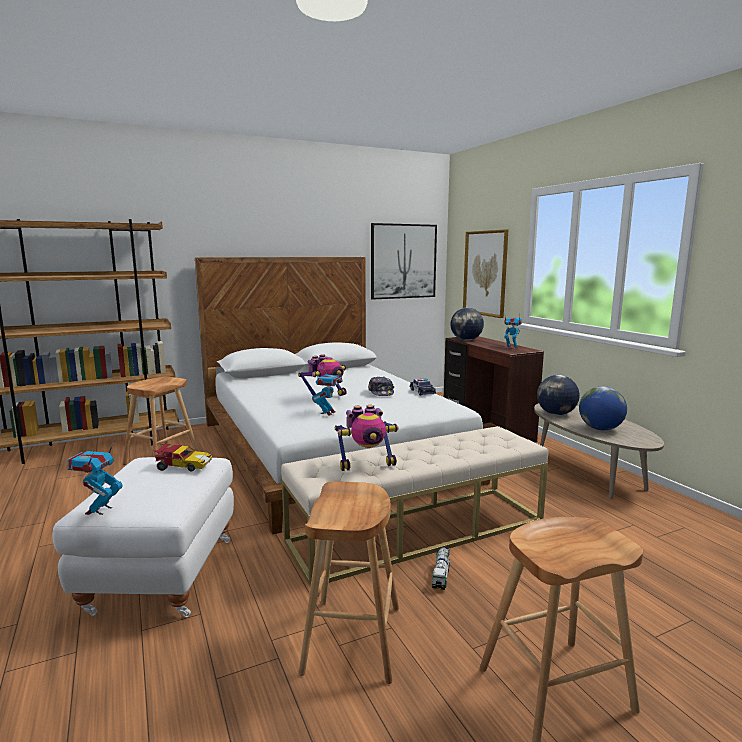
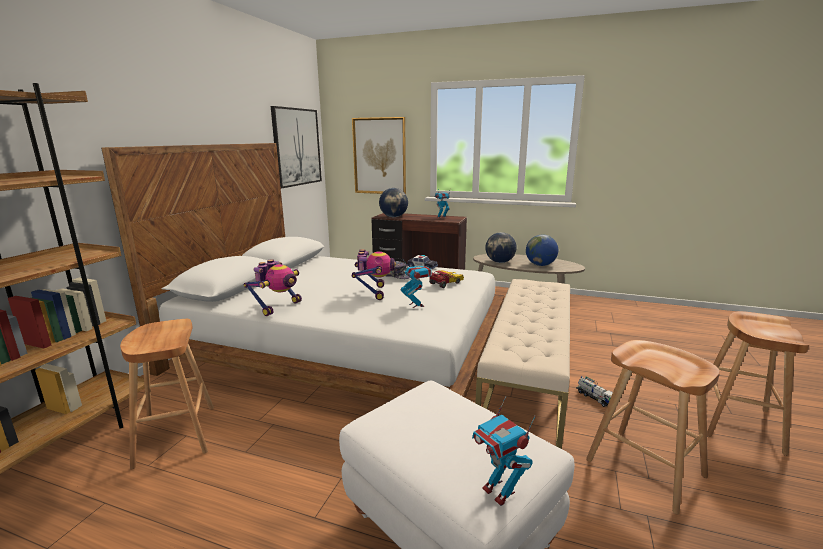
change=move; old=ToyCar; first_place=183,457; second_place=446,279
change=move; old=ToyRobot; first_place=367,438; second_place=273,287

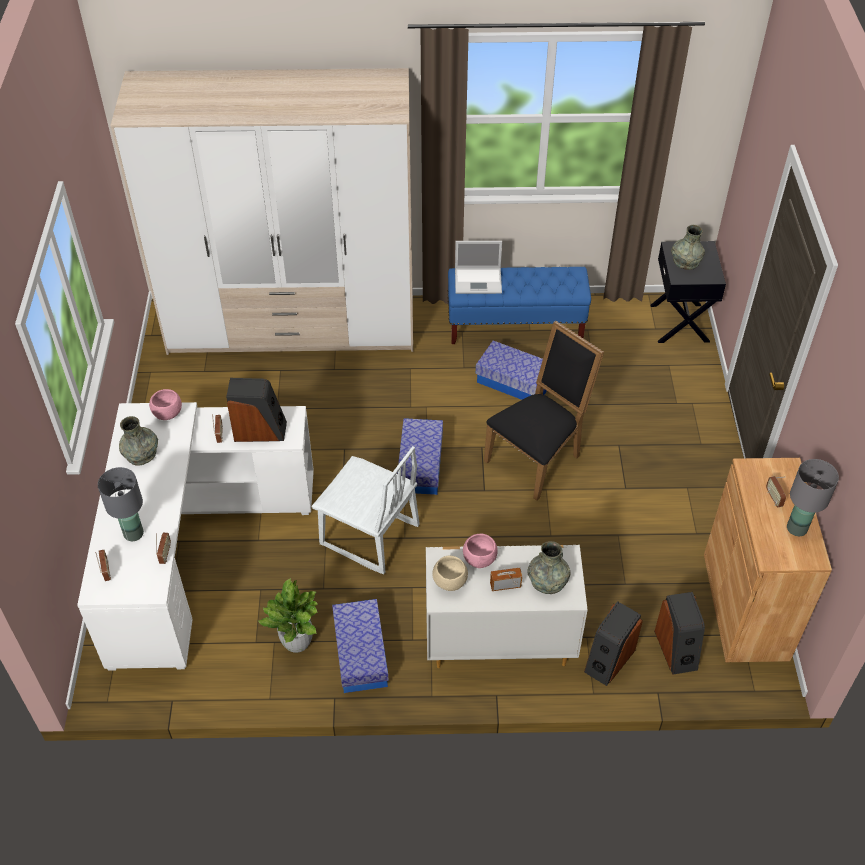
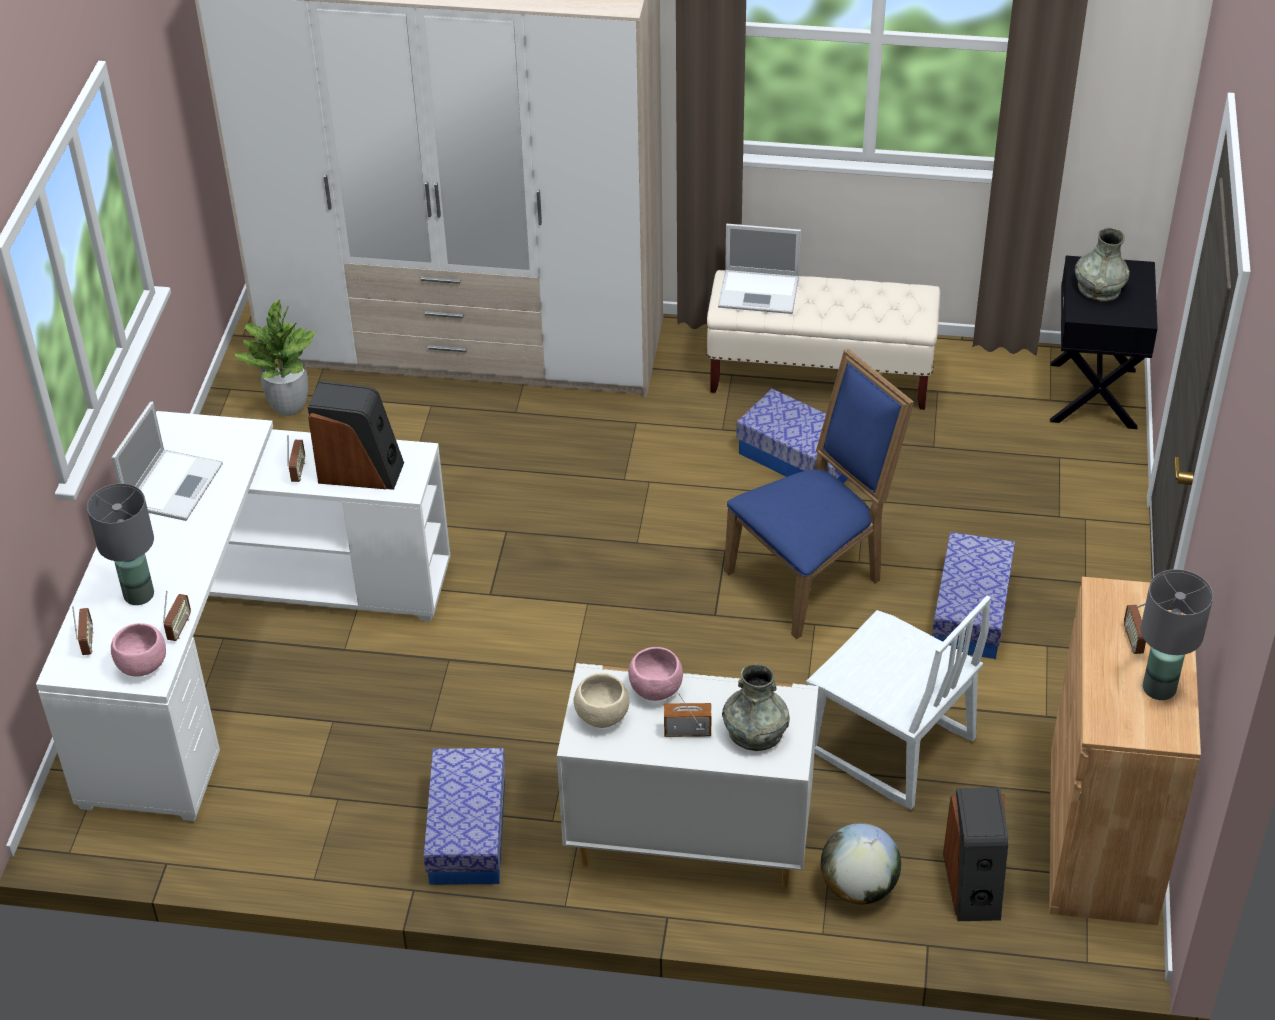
change=move; old=PinkBowl; first_place=165,404; second_place=138,650
change=move; old=PottedPlant; first_place=288,615; second_place=275,357
change=move; old=WhiteChair; first_place=366,510; second_place=898,703
change=move; old=StorageBox; first_place=420,456; second_place=973,595
change=replace; old=GreyVase; new=Laptop; first_place=138,441; second_place=167,461
change=replace; old=Speaker; new=Globe; first_place=613,643; second_place=861,863
change=recolor; old=BlueBench; new=BeigeBench; first_place=519,305; second_place=823,340
change=recolor; old=BlackChair; new=BlueChair; first_place=544,411; second_place=819,494

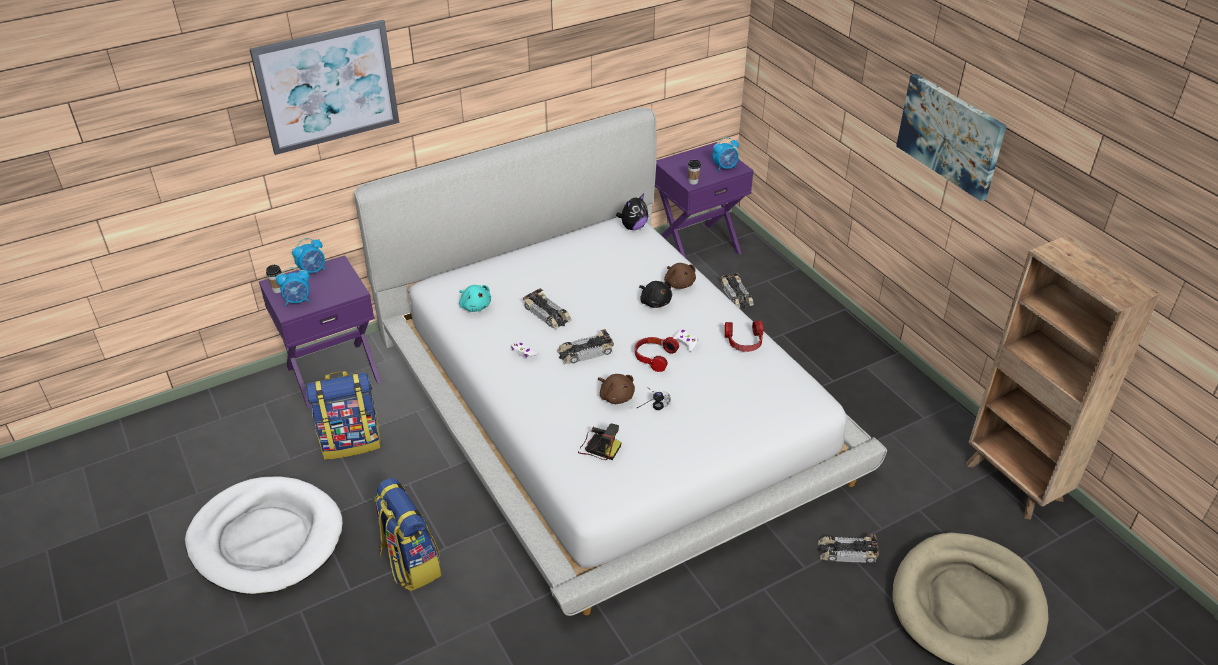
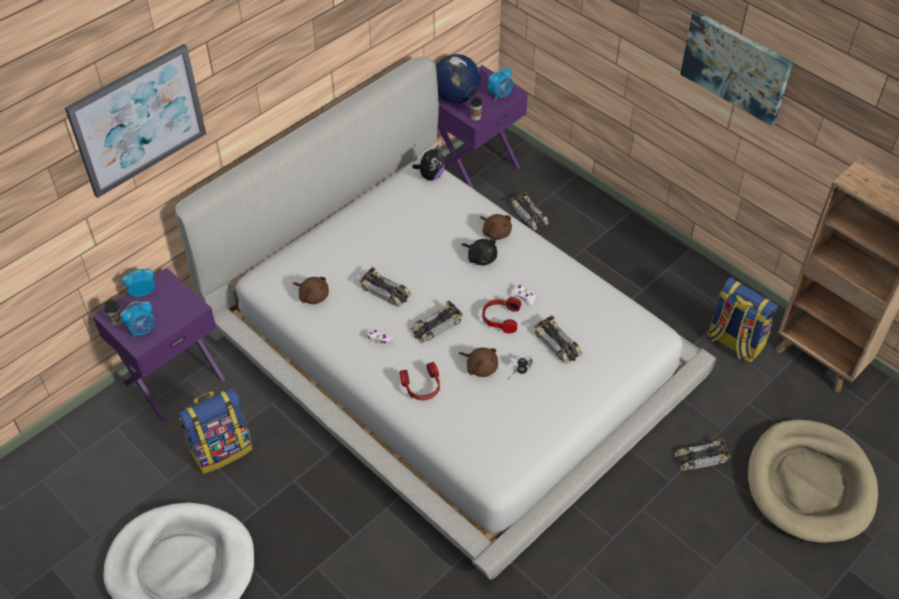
change=delete; old=PhotoCamera; first_place=600,441
change=insert; new=Globe; second_place=458,79
change=insert; new=ToyCar; second_place=558,339
change=move; old=Backpack; first_place=407,534; second_place=742,320
change=move; old=Headphones; first_place=744,336; second_place=420,381
change=recolor; old=TurquoisePlushToy; new=BrownPlushToy; first_place=475,298; second_place=311,290
change=rotate; old=AlarmClock; first_place=308,255; second_place=139,283; degrees=-150

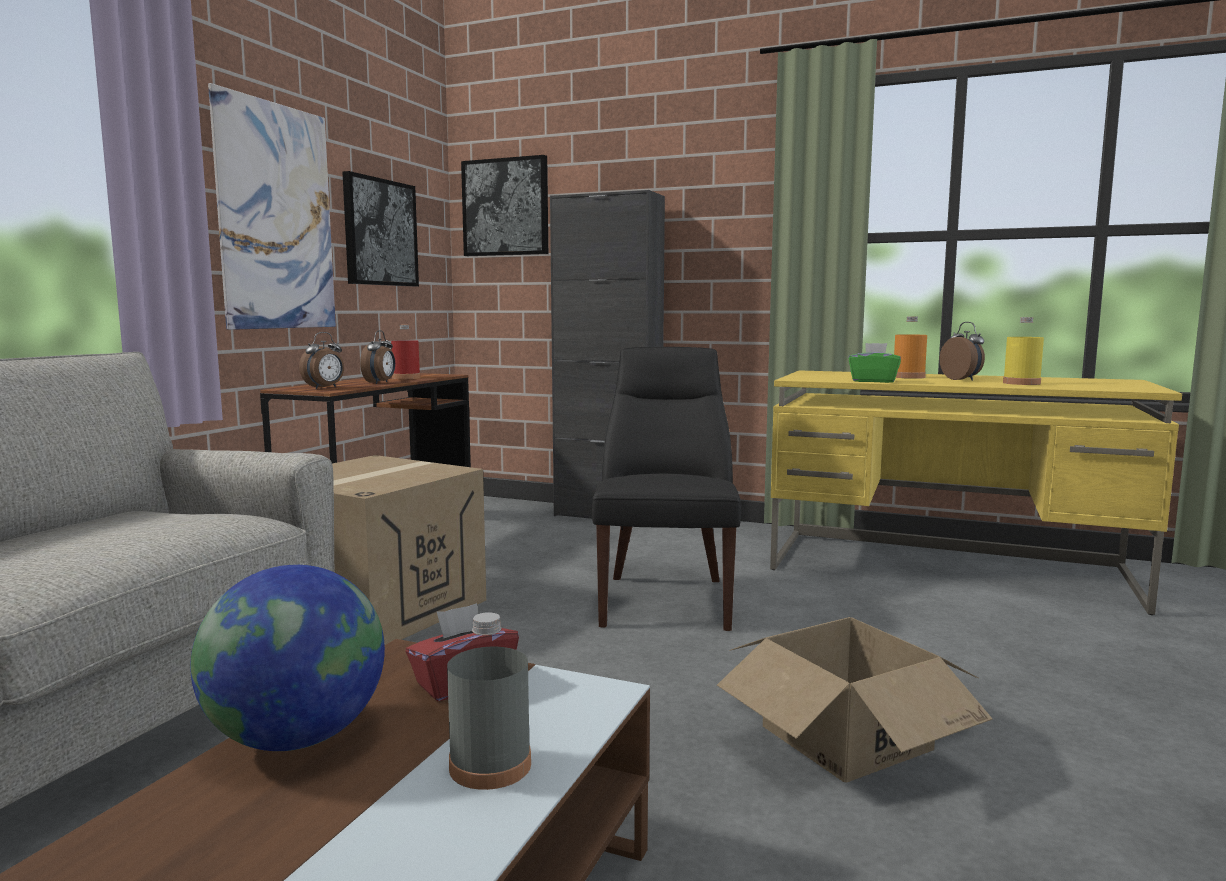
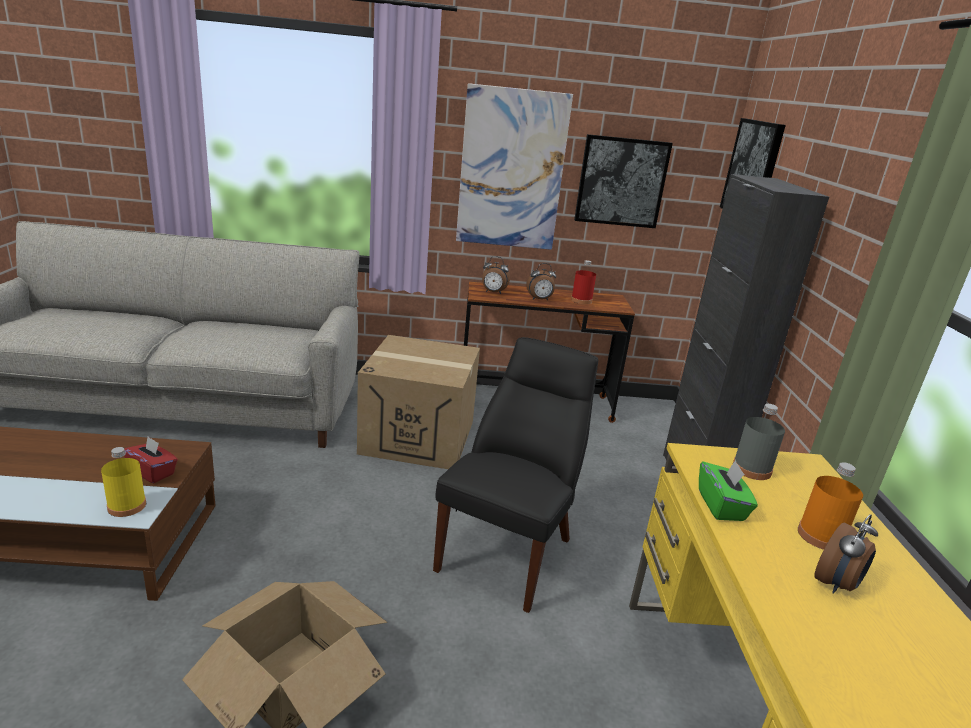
change=delete; old=Globe; first_place=287,658
change=move; old=GreyBottle; first_place=489,701; second_place=759,442
change=move; old=YellowBottle; first_place=1023,351; second_place=123,482
change=rotate; old=BlackChair; first_place=666,489; second_place=515,475; degrees=-45

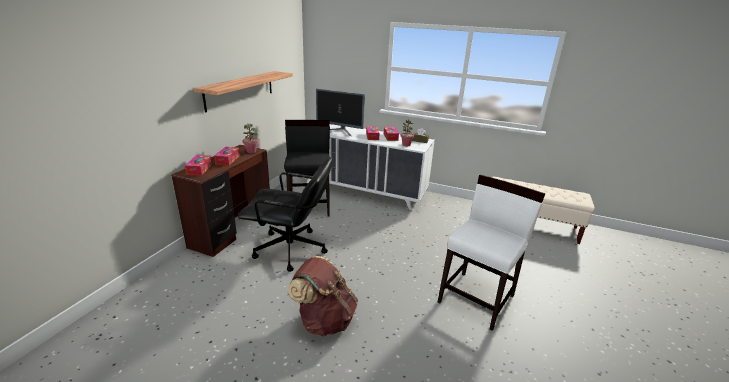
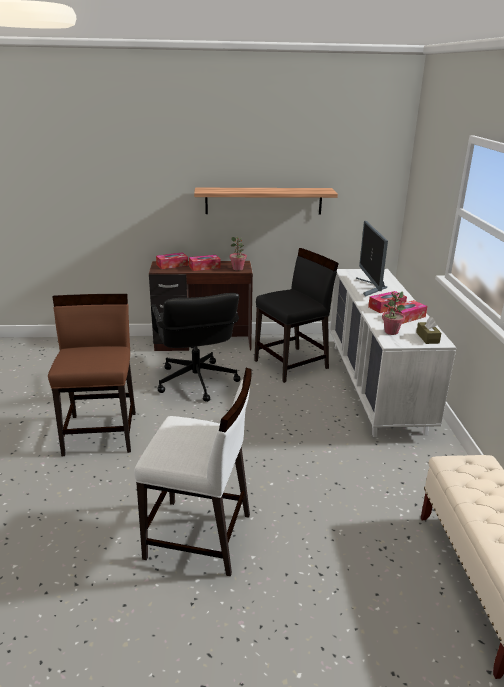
change=replace; old=BrownBackpack; new=BrownChair; first_place=323,296; second_place=92,375

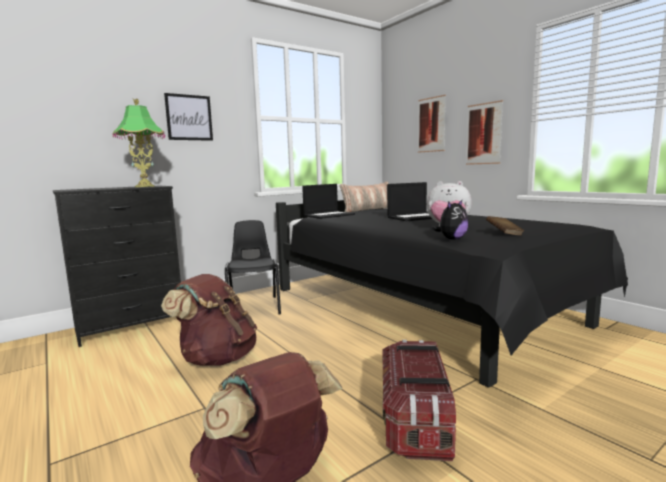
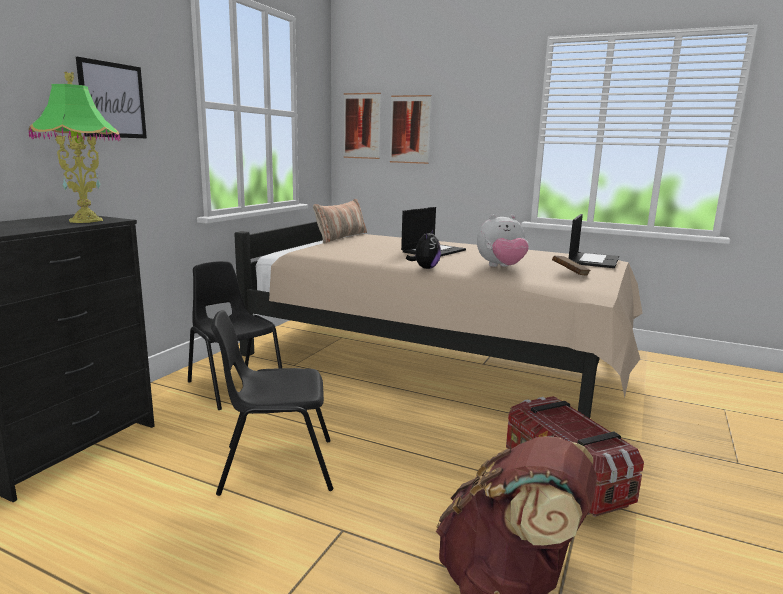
change=move; old=Laptop; first_place=328,201; second_place=593,241
change=move; old=PlushToy; first_place=450,220; second_place=423,249
change=move; old=Picture; first_place=484,132; second_place=362,126
change=replace; old=BrownBackpack; new=BlackChair; first_place=209,320; second_place=272,403
change=recolor; old=BlackBed; new=BeigeBed; first_place=452,294; second_place=438,319

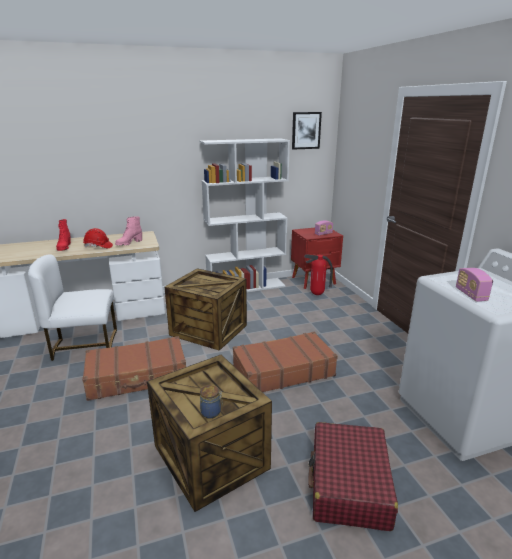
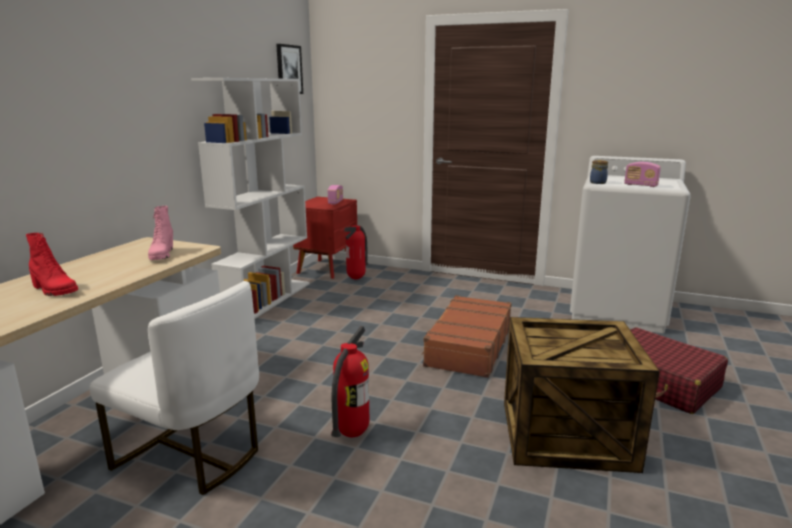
change=delete; old=RedHardHat; first_place=98,238
change=delete; old=Crate; first_place=205,309
change=move; old=Jar; first_place=211,402; second_place=599,172
change=replace; old=BrownSuitcase; new=FireExtinguisher; first_place=134,368; second_place=350,381
change=rotate; old=WhiteChair; first_place=72,308; second_place=174,388; degrees=-90

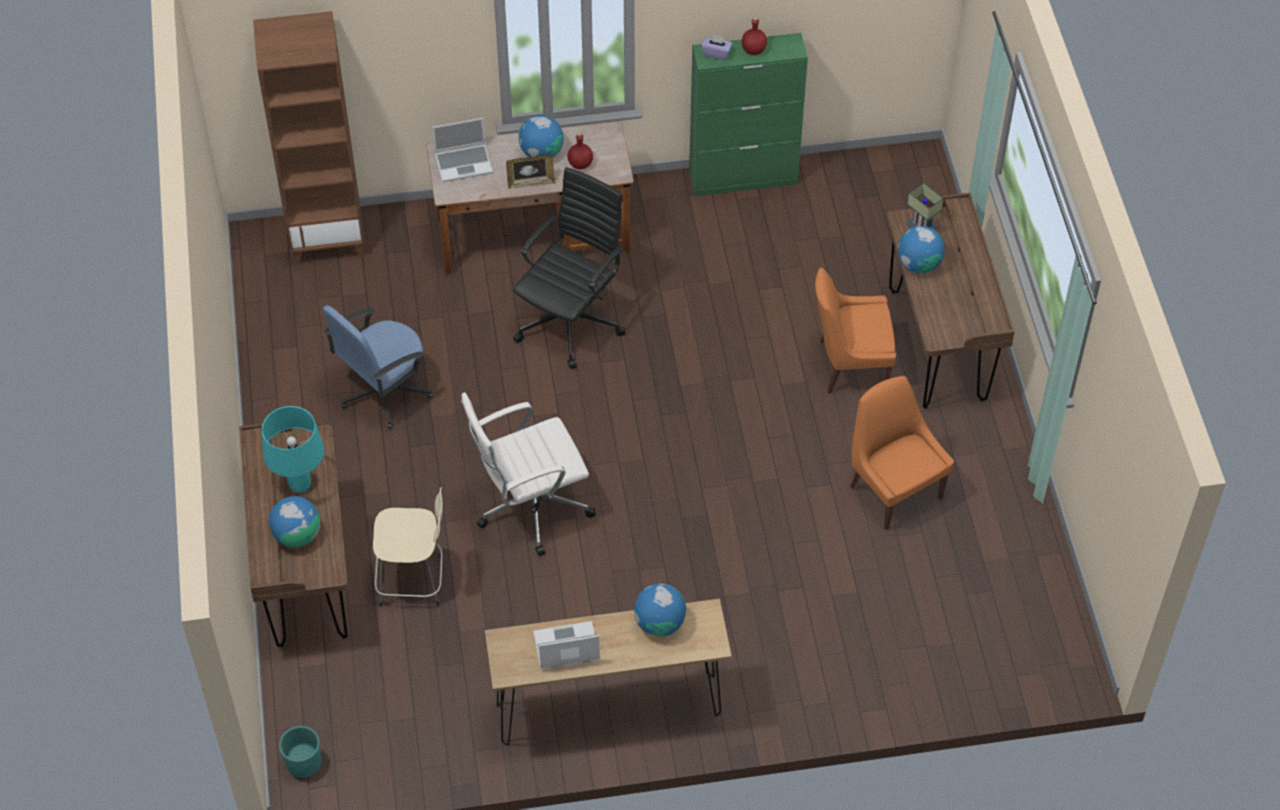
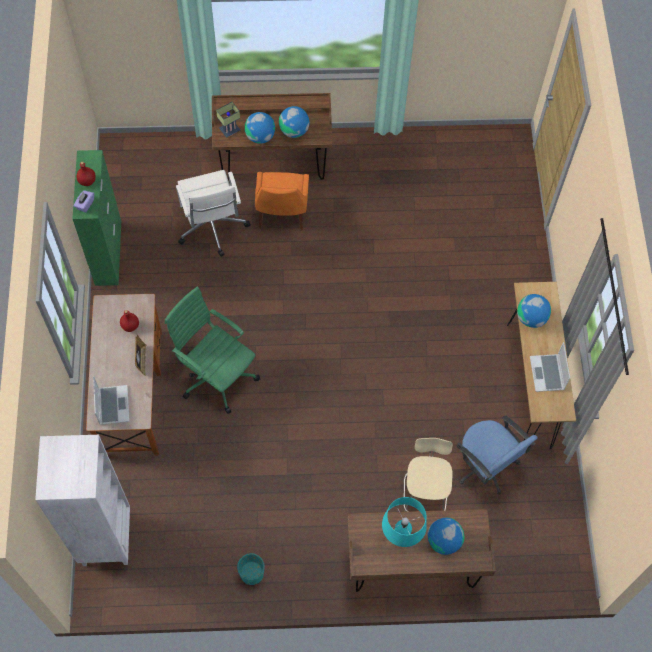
change=delete; old=OrangeChair; first_place=902,453
change=move; old=TurquoisePlanter; first_place=300,752; second_place=250,569
change=move; old=BlueOfficeChair; first_place=377,367; second_place=497,455
change=move; old=WhiteOfficeChair; first_place=528,474; second_place=213,213
change=move; old=Globe; first_place=541,136; second_place=294,122
change=recolor; old=BrownBookcase; new=WhiteBookcase; first_place=308,138; second_place=82,500
change=recolor; old=BlackOfficeChair; new=GreenOfficeChair; first_place=569,268; second_place=212,350

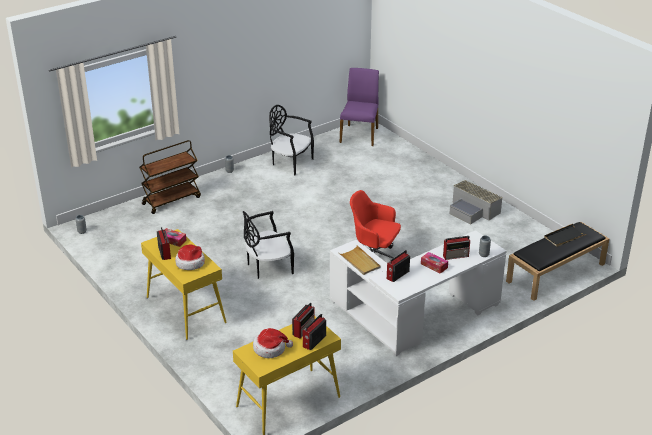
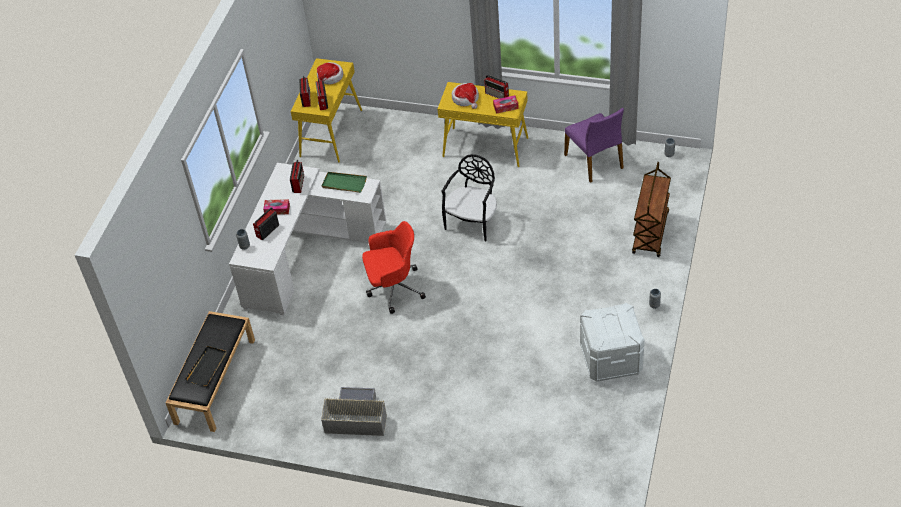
change=move; old=PurpleChair; first_place=359,107; second_place=594,145
change=replace; old=BlackChair; new=WhiteStorageBox; first_place=291,140; second_place=612,342
change=recolor; old=BeigeTray; new=GreenTray; first_place=359,260; second_place=344,182

